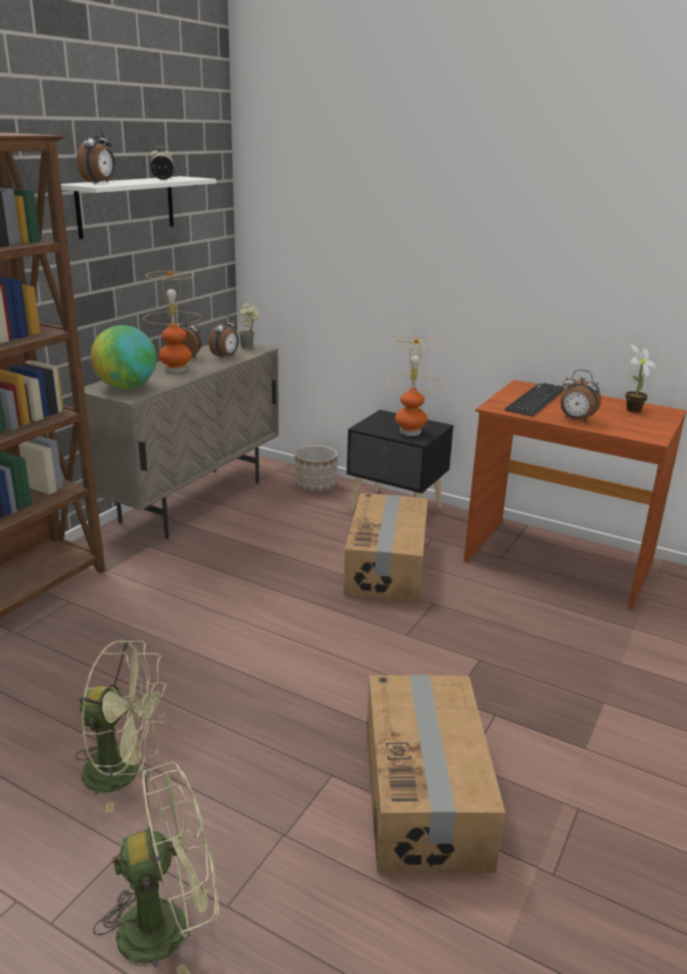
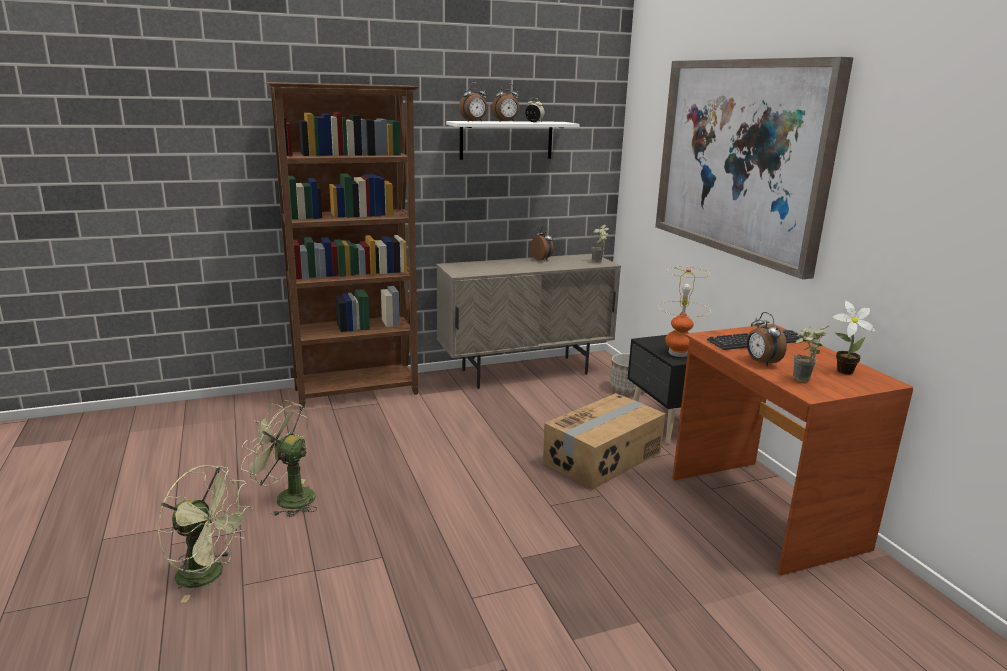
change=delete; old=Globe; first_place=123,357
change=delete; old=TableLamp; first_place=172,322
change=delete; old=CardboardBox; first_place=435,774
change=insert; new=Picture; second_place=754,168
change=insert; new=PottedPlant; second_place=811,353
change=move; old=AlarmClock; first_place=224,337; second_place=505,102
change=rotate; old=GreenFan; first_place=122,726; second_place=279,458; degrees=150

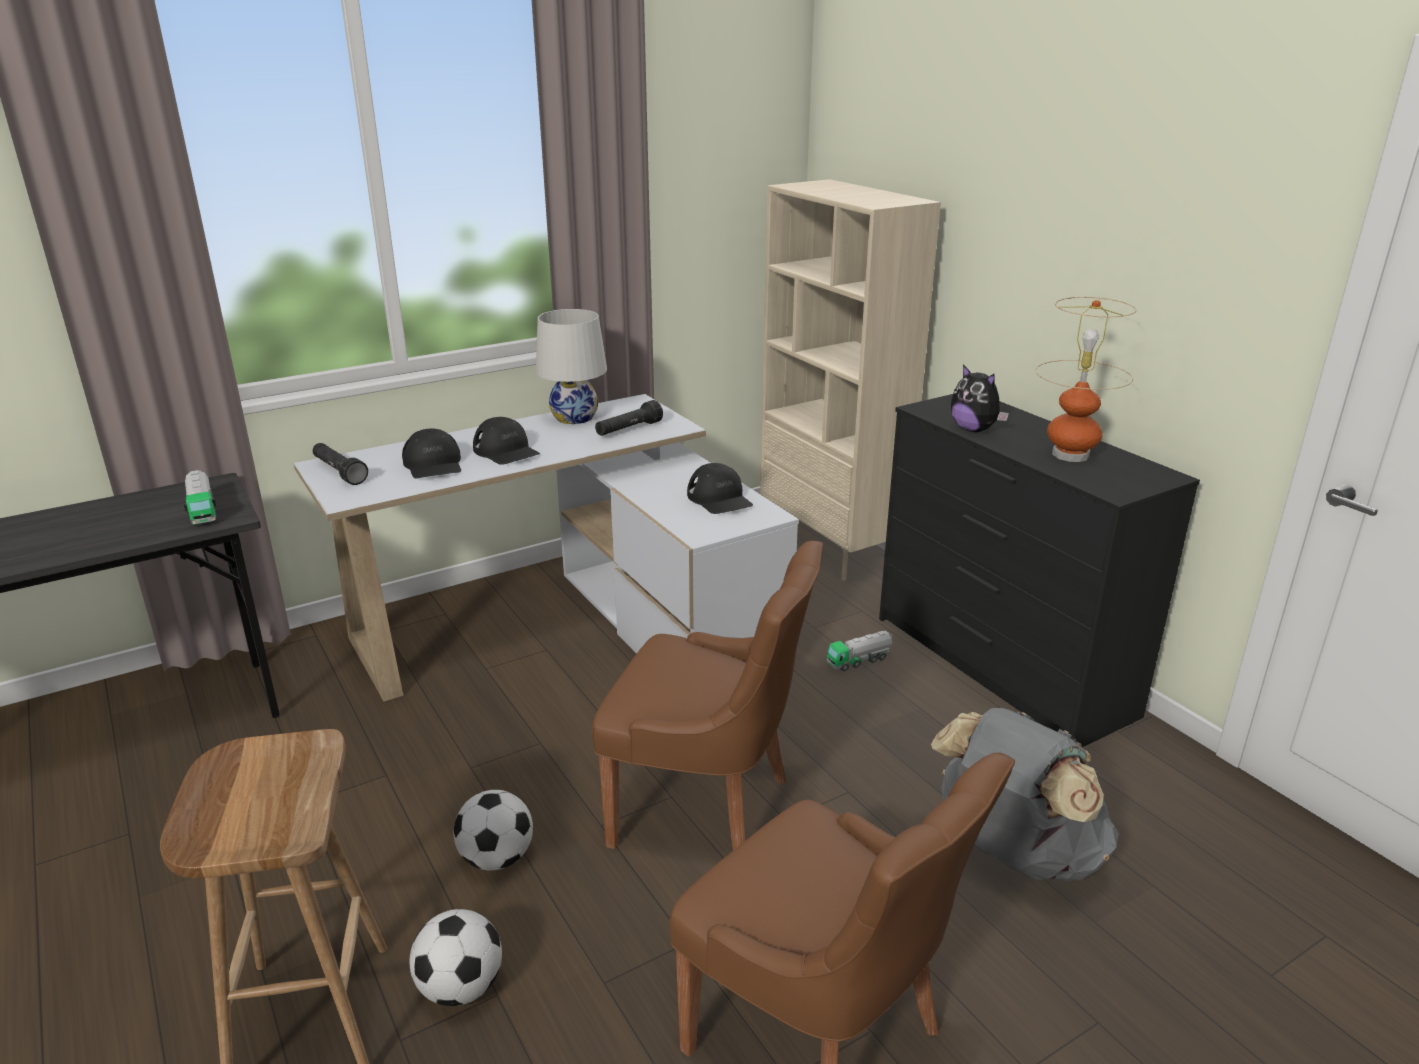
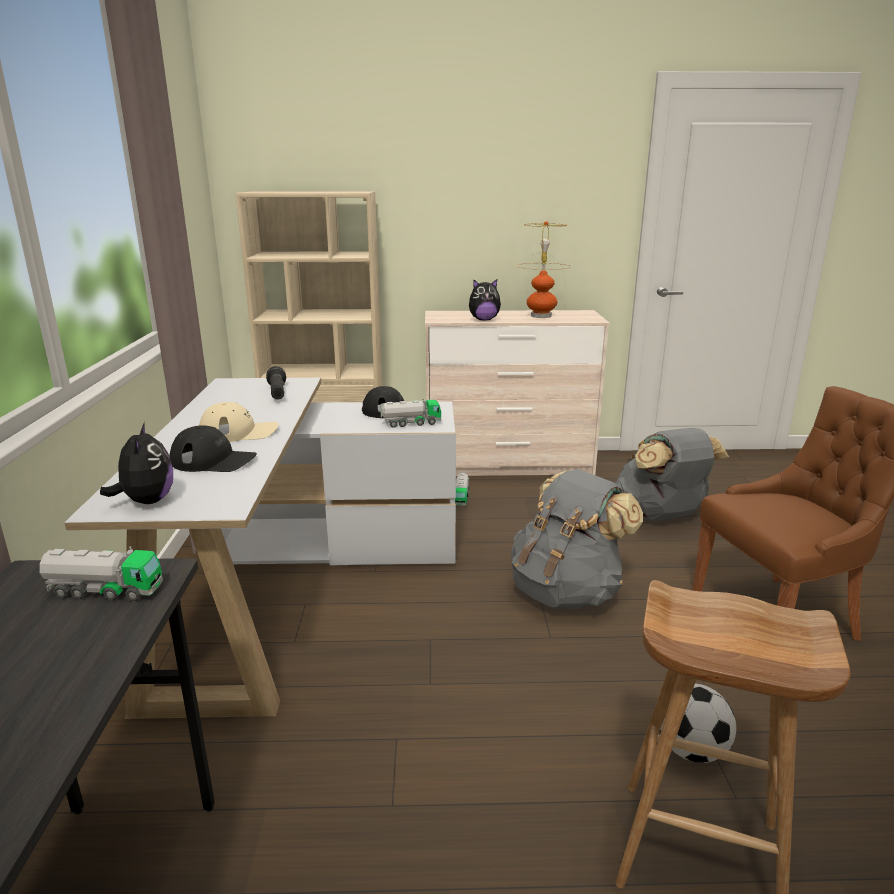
change=delete; old=Football; first_place=493,830
change=delete; old=WhiteTableLamp; first_place=571,366
change=insert; new=ToyTruck; second_place=410,413
change=replace; old=BlackFlashlight; new=PlushToy; first_place=340,464; second_place=136,463
change=replace; old=BrownChair; new=GreyBackpack; first_place=707,695; second_place=577,539
change=recolor; old=BlackCap; new=BeigeCap; first_place=506,441; second_place=238,422
change=recolor; old=BlackDresser; new=BeigeDresser; first_place=1039,570; second_place=517,393

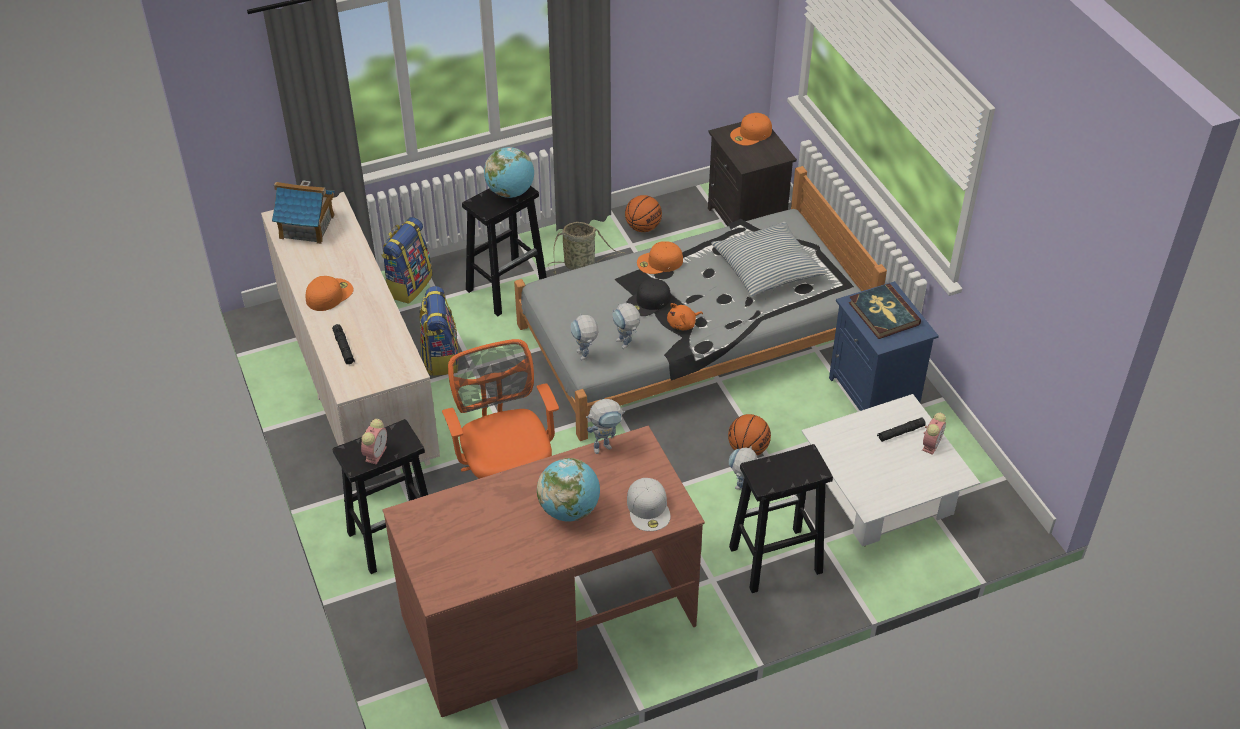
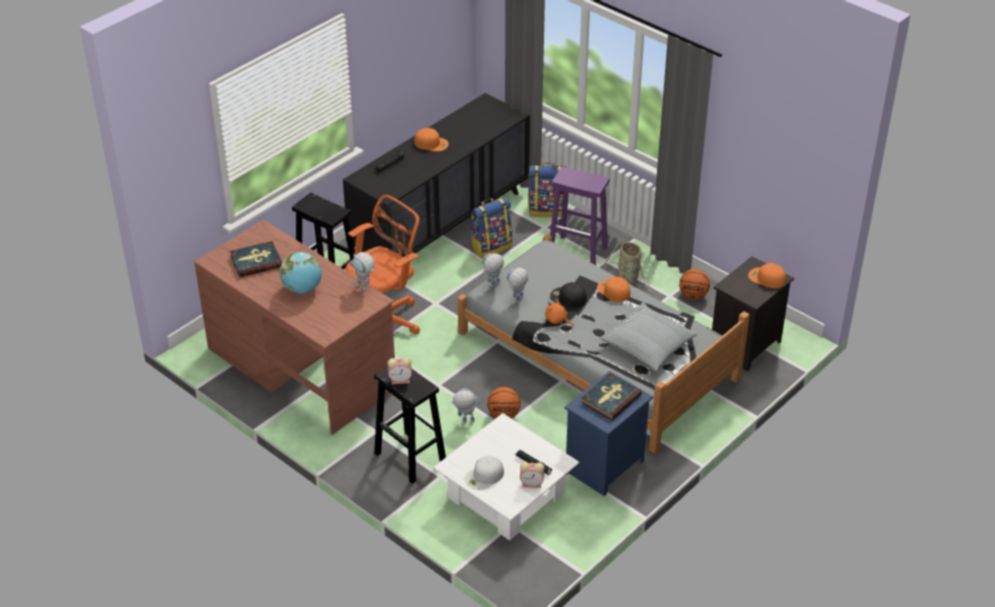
change=delete; old=ToyHouse; first_place=303,212
change=delete; old=Globe; first_place=509,172
change=insert; new=Book; second_place=256,259
change=move; old=AlarmClock; first_place=374,442; second_place=400,370
change=move; old=WhiteCap; first_place=648,504; second_place=484,473
change=recolor; old=BeigeDresser; new=BlackDresser; first_place=350,337; second_place=436,175
change=recolor; old=BlackStool; new=PurpleStool; first_place=504,251; second_place=580,215

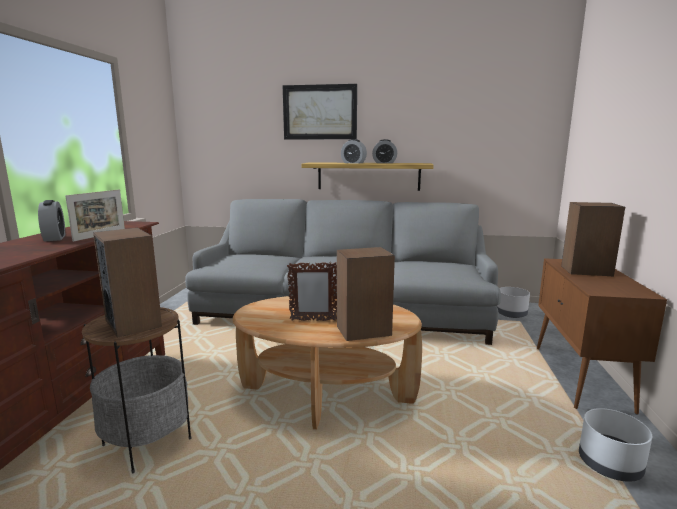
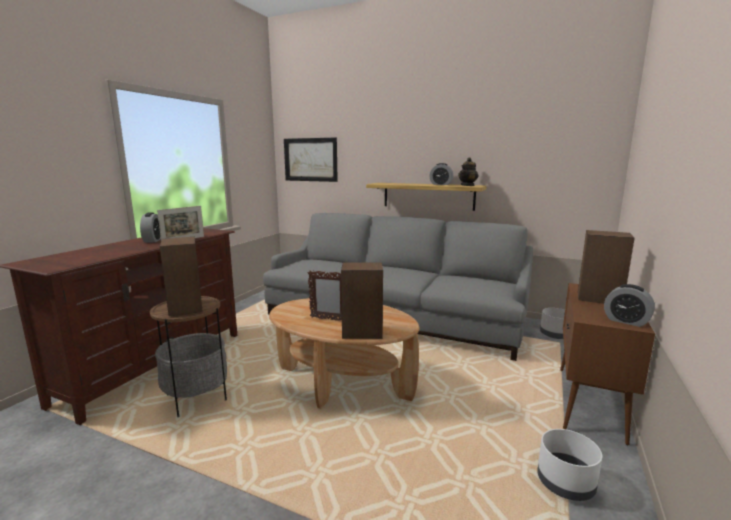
change=insert; new=Teapot; second_place=468,171
change=move; old=Picture; first_place=320,111; second_place=311,160
change=move; old=AlarmClock; first_place=354,151; second_place=629,305

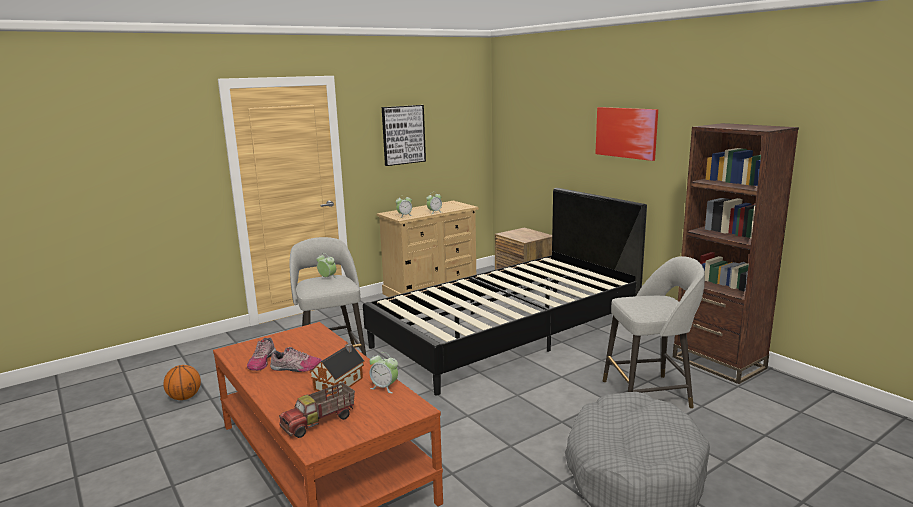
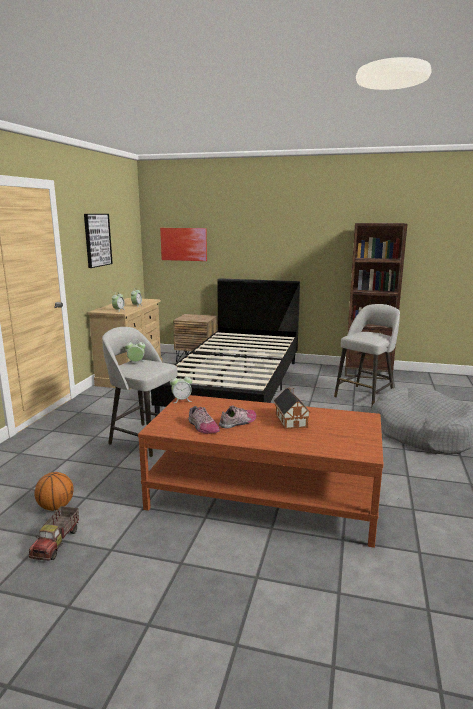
change=move; old=ToyTruck; first_place=317,410; second_place=53,533
change=move; old=AlarmClock; first_place=383,372; second_place=181,389
change=move; old=Picture; first_place=626,134; second_place=183,244

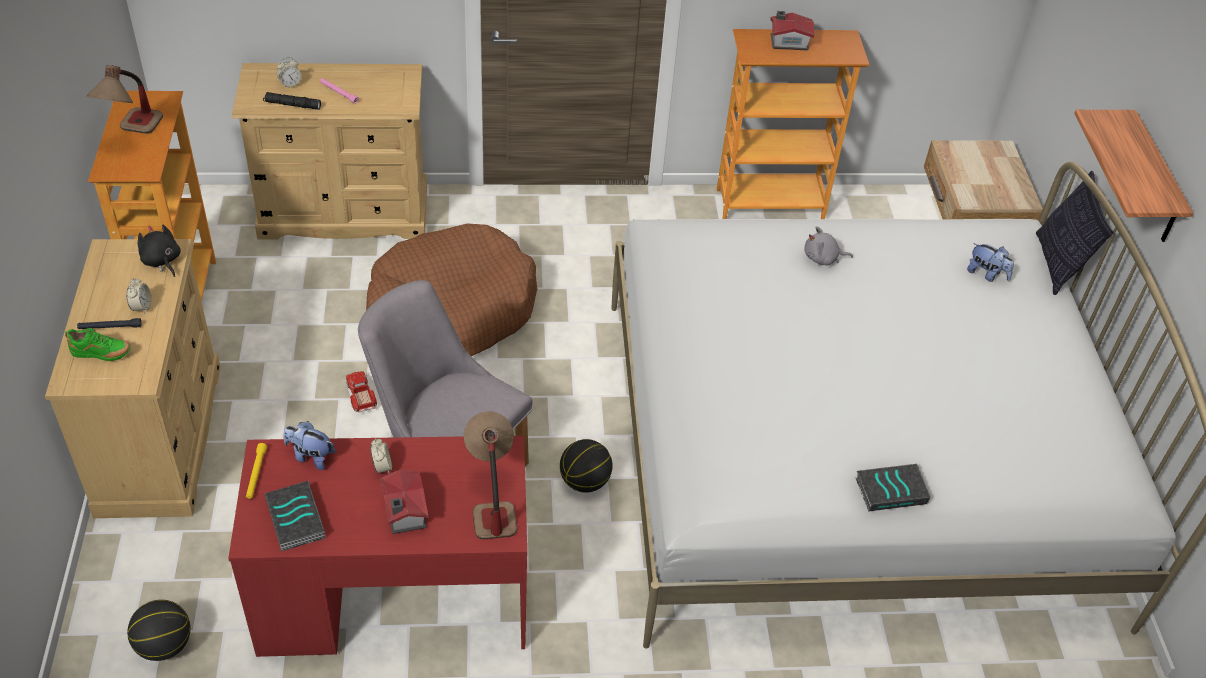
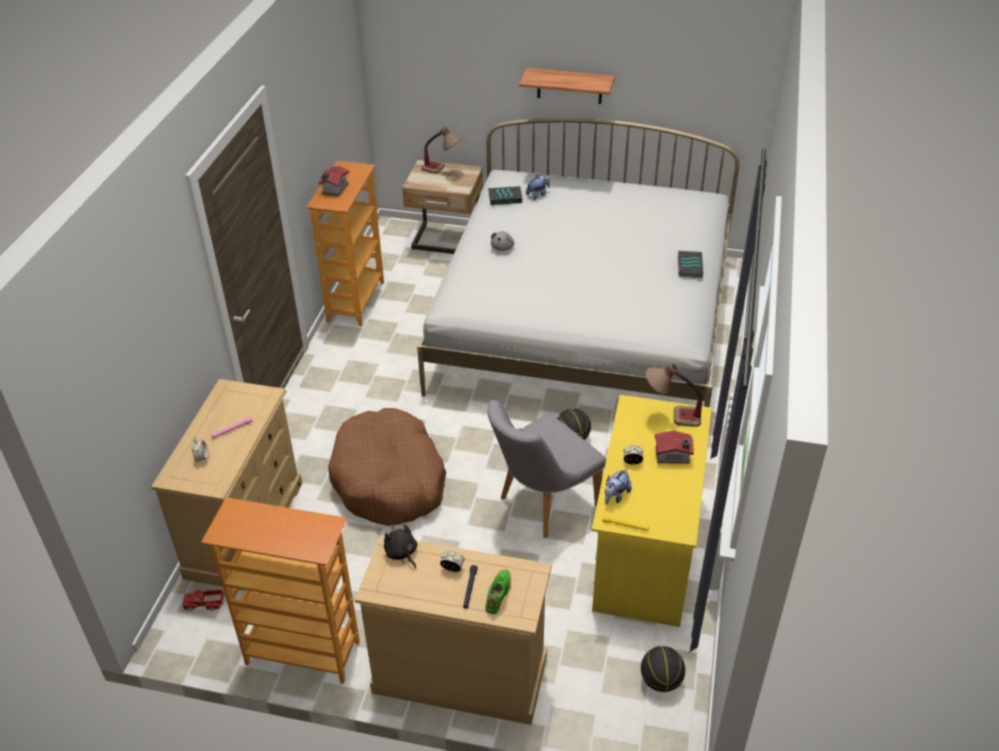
change=delete; old=BlackFlashlight; first_place=292,101
change=delete; old=Pillow; first_place=1074,233
change=move; old=TableLamp; first_place=125,99; second_place=442,150
change=move; old=Book; first_place=295,516; second_place=505,195
change=move; old=ToyTruck; first_place=361,391; second_place=203,600
change=recolor; old=RedDesk; new=YellowDesk; first_place=377,546; second_place=652,511
change=rotate; old=BlackPlushToy; first_place=159,251; second_place=400,546; degrees=75

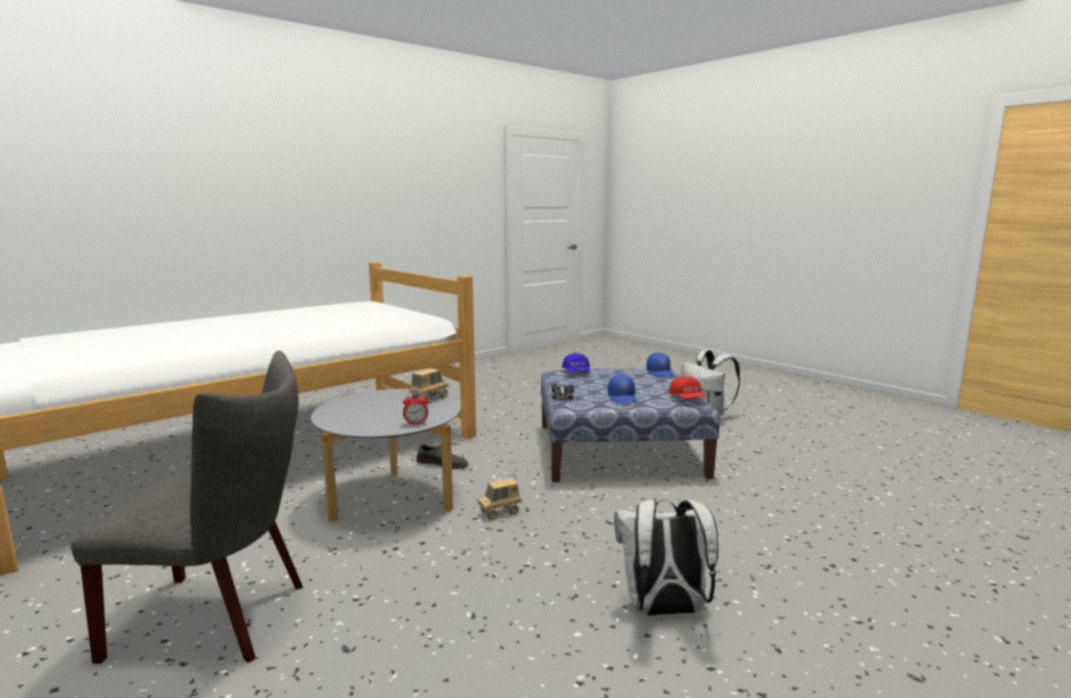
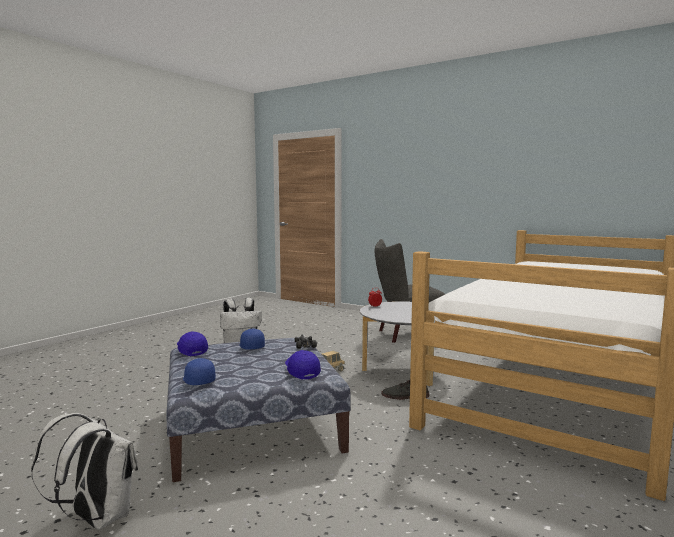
change=delete; old=ToyTruck; first_place=429,386
change=recolor; old=RedCap; new=BlueCap; first_place=688,387; second_place=192,343

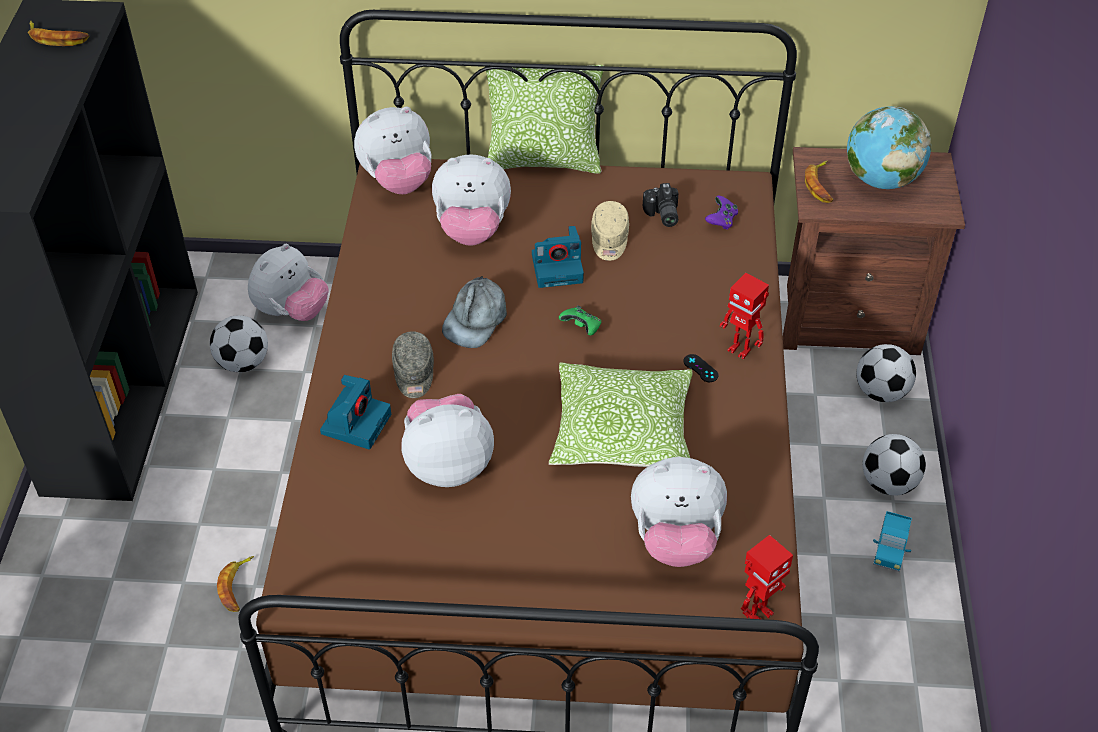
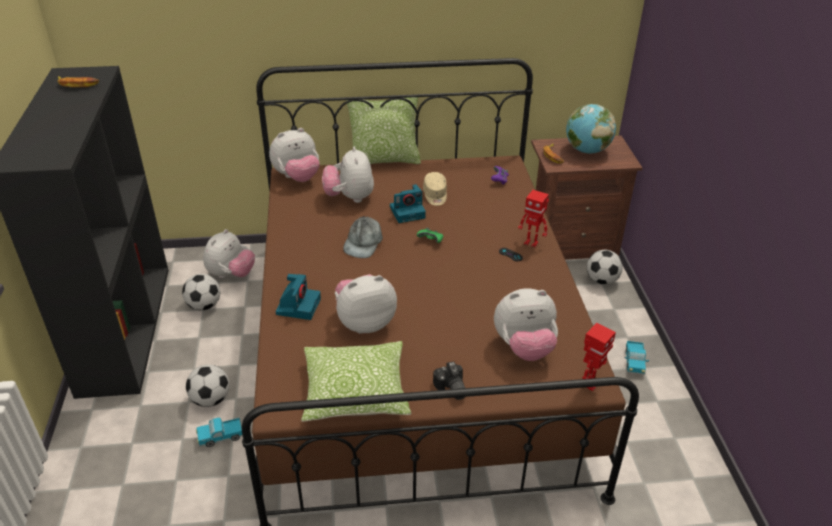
change=delete; old=GreyCap; first_place=413,364
change=move; old=Pillow; first_place=621,414; second_place=356,381
change=move; old=PhotoCamera; first_place=660,205; second_place=449,381
change=move; old=Football; first_place=894,464; second_place=208,385
change=replace; old=Banana; new=ToyTruck; first_place=235,584; second_place=219,432
change=rotate; old=PlushToy; first_place=471,200; second_place=348,175; degrees=90

